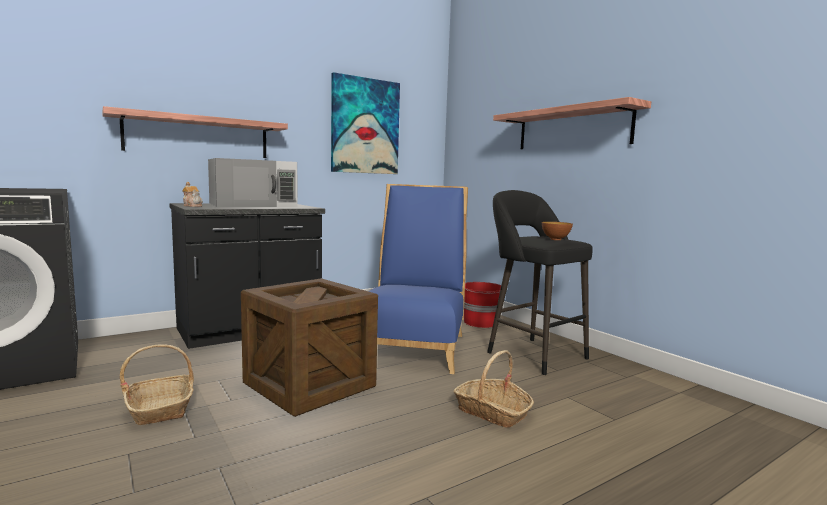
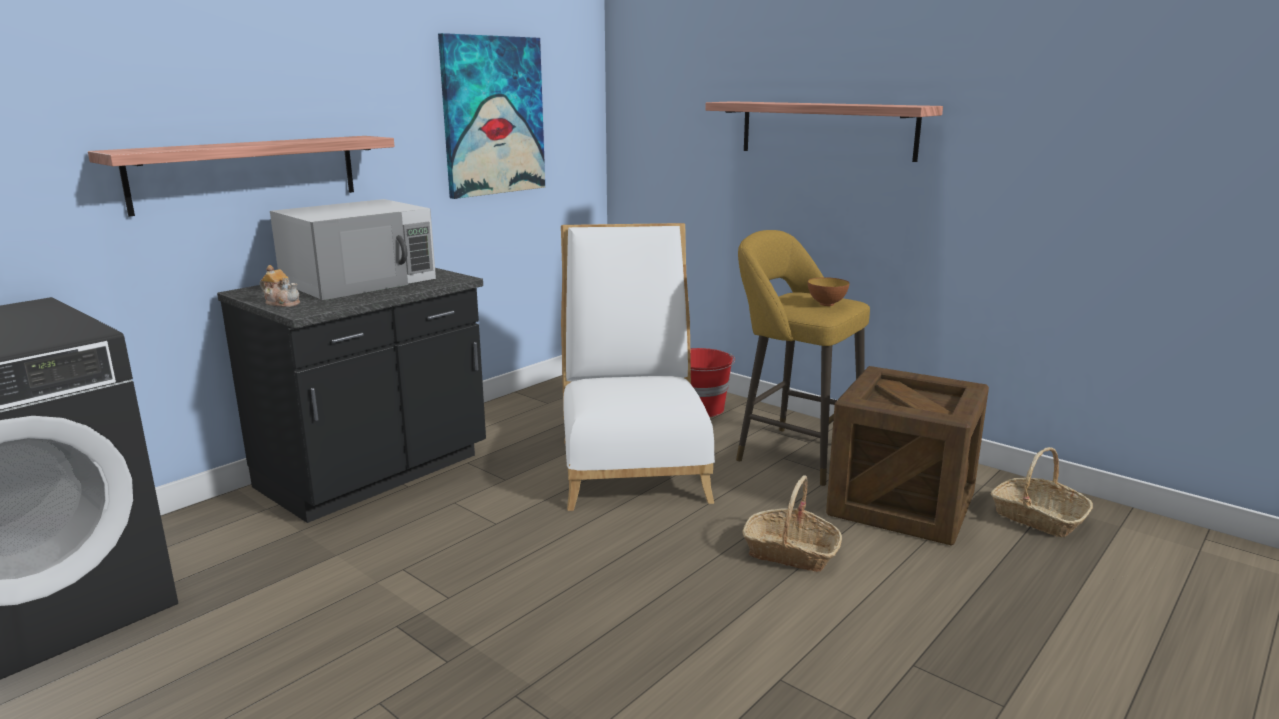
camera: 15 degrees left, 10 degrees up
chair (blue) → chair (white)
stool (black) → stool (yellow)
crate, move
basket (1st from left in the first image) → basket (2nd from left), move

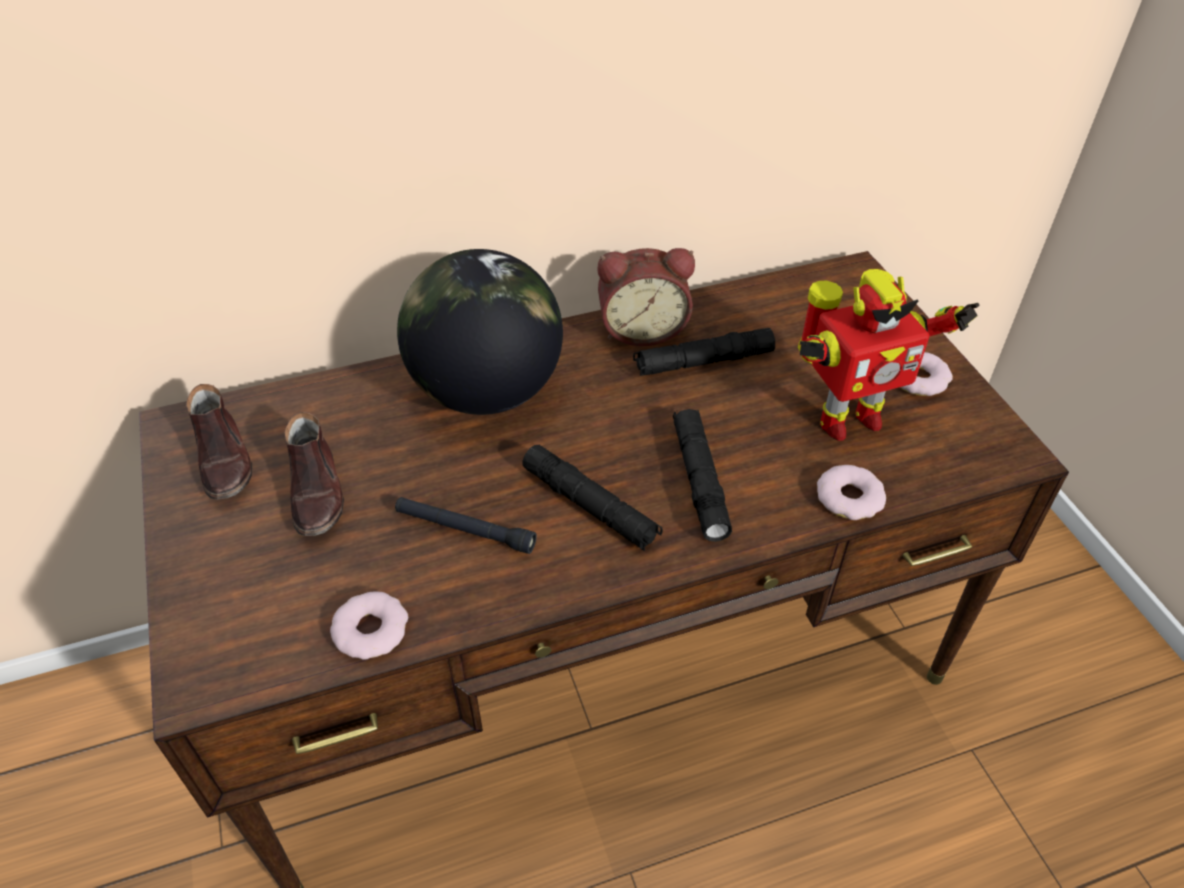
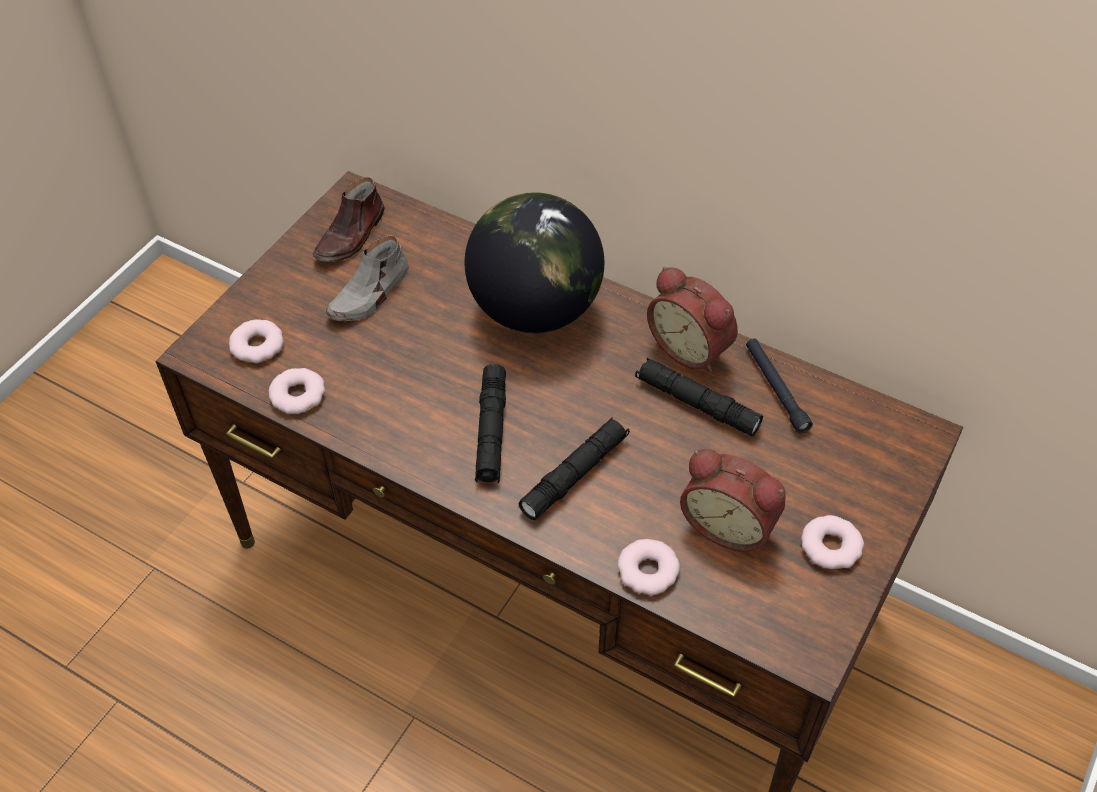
camera: 50 degrees right, 5 degrees up
- → donut (1st from left)
shoe (brown) (2nd from left) → shoe (grey)
toy robot → alarm clock (2nd from left)
flashlight (black) (1st from left in the first image) → flashlight (black) (4th from left), move

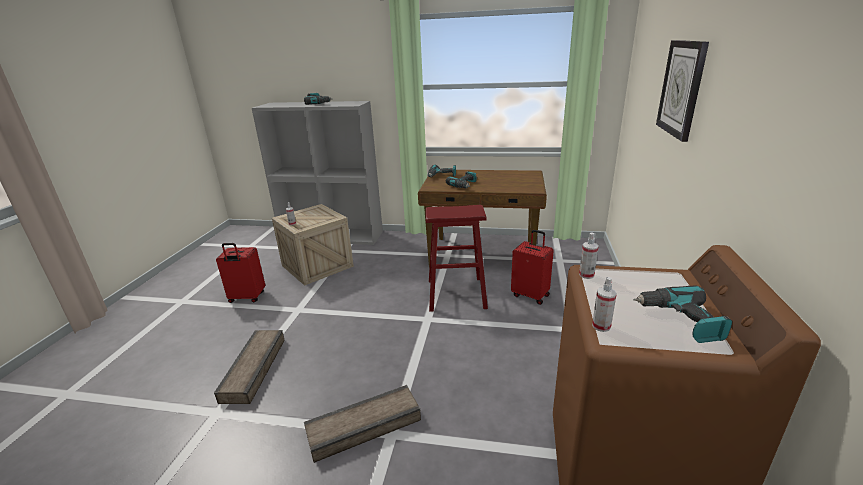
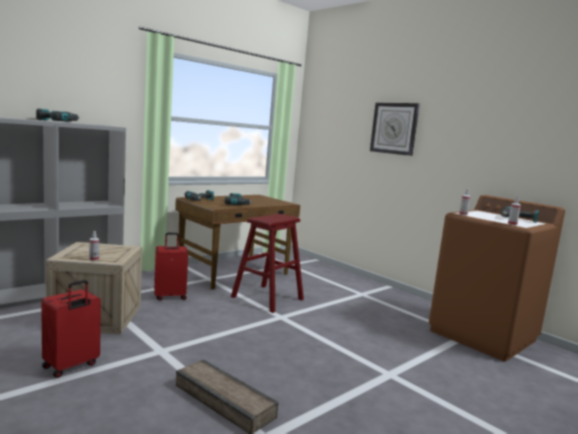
camera: 55 degrees left, 15 degrees down
suitcase (red) (2nd from left), move
crate (3rd from left) → -

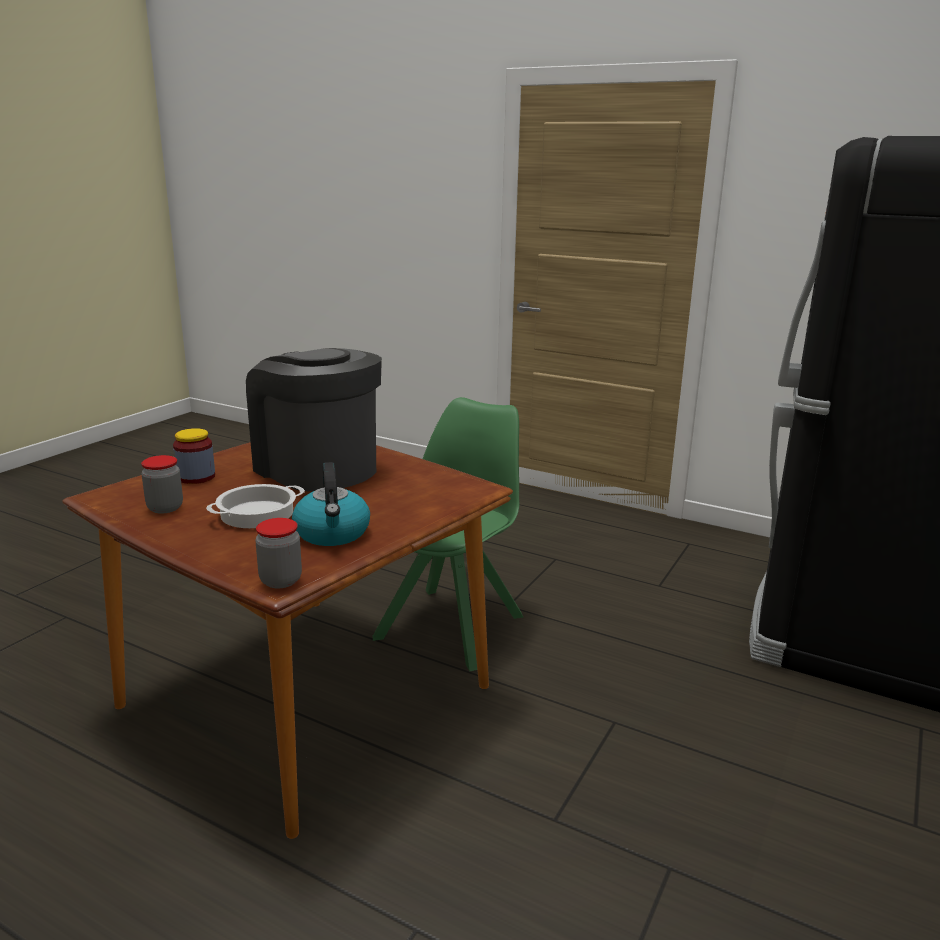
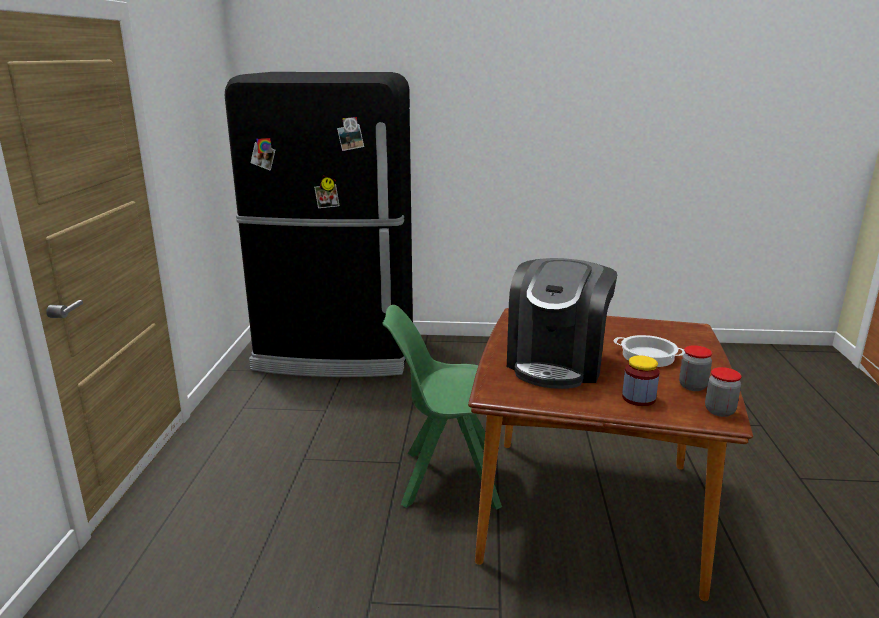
camera: 115 degrees left, 0 degrees up
jar (3rd from left), move
kettle → -

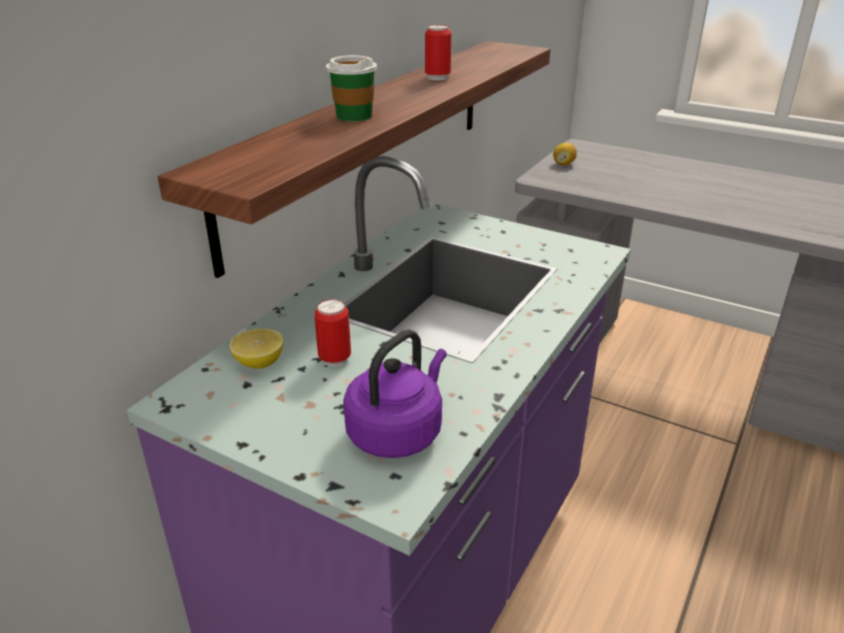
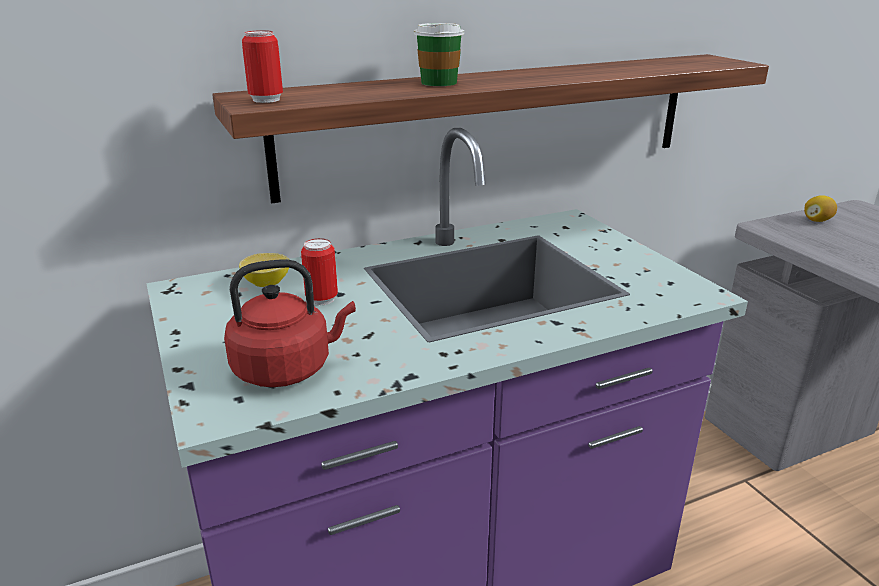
camera: 35 degrees right, 5 degrees down
kettle (purple) → kettle (red)
can (2nd from left in the first image) → can (1st from left), move

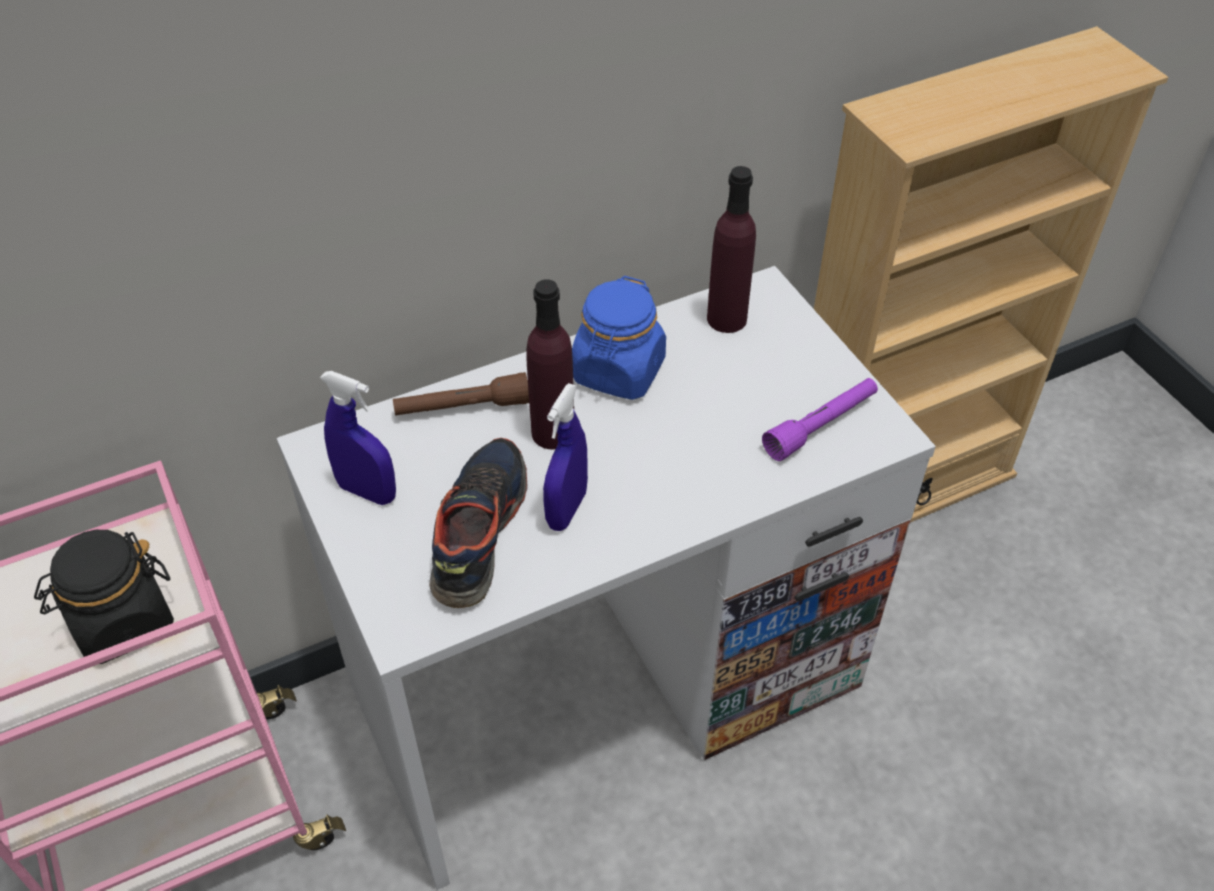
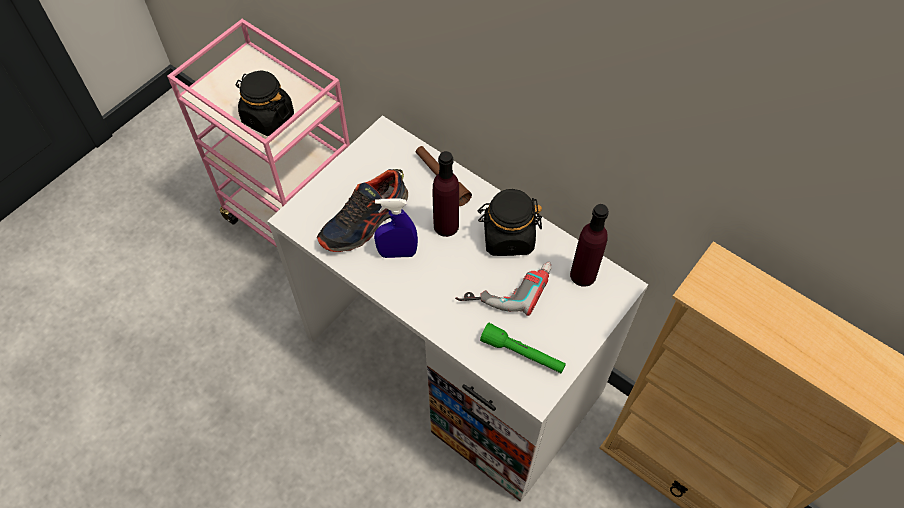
camera: 65 degrees right, 10 degrees up
shoe, 150 degrees clockwise
- → power drill
jar (blue) → jar (black) (2nd from left)
flashlight (purple) → flashlight (green)
spray bottle (blue) (1st from left) → -

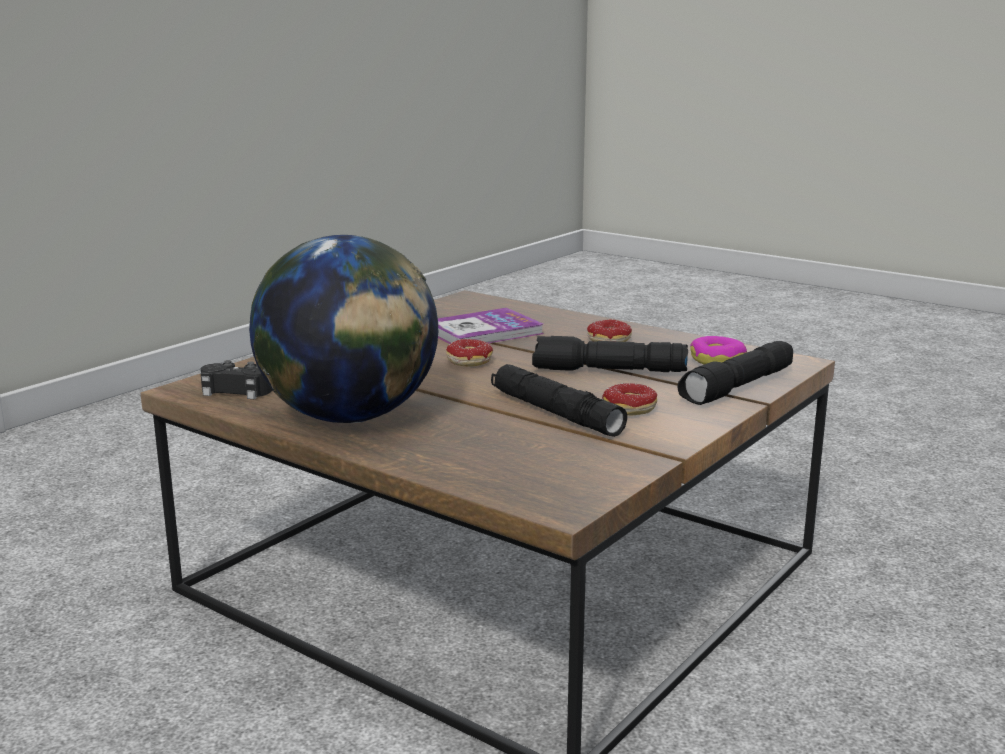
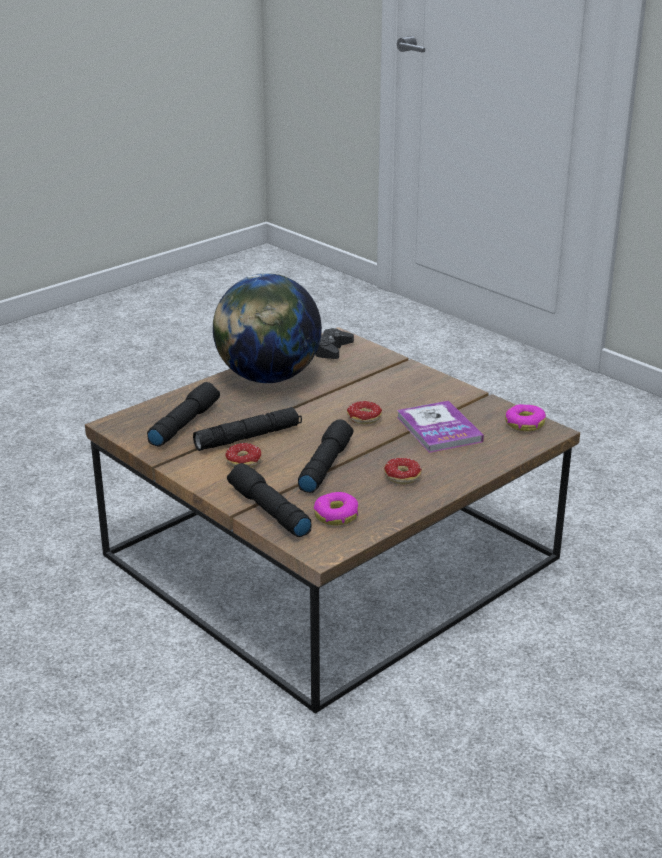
camera: 100 degrees right, 10 degrees up
- → flashlight (black) (1st from left)
- → donut (5th from left)

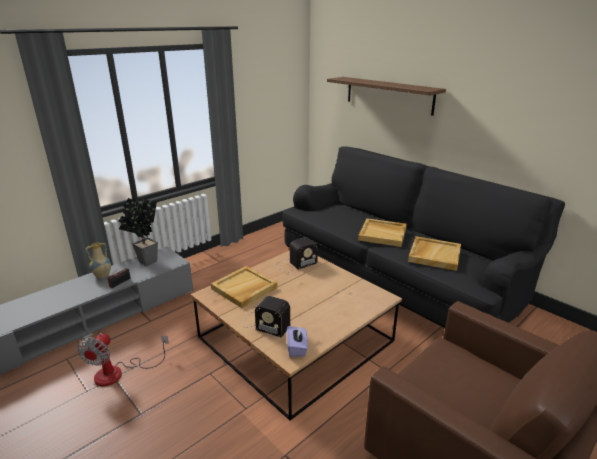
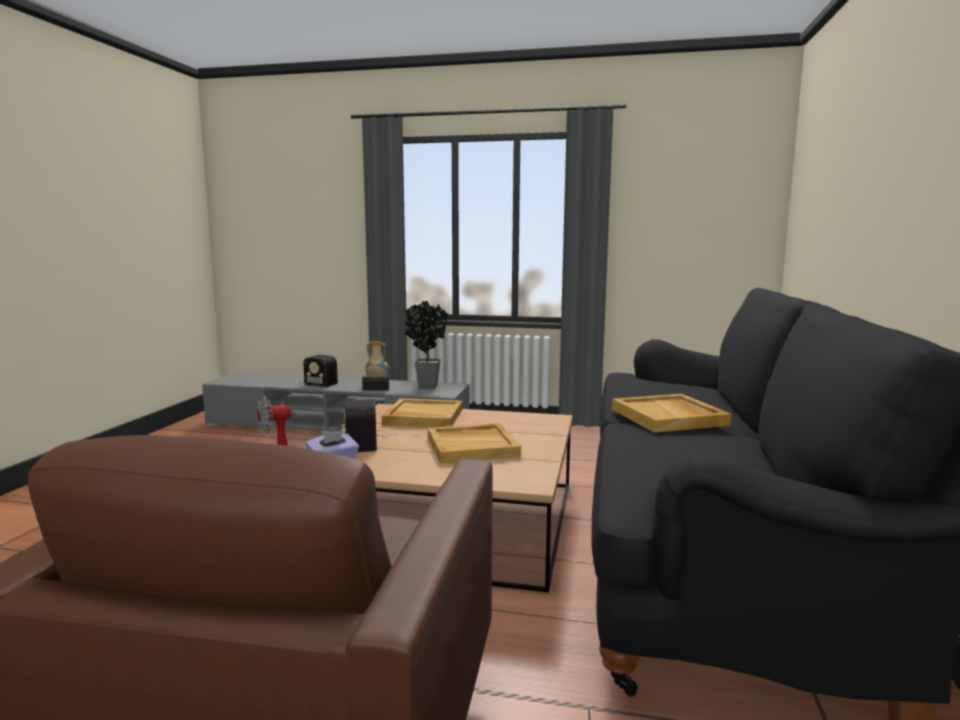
camera: 55 degrees right, 15 degrees down
radio (3rd from left in the first image) → radio (1st from left), move
tray (beige) (3rd from left in the first image) → tray (beige) (2nd from left), move
shelf (brown) → -

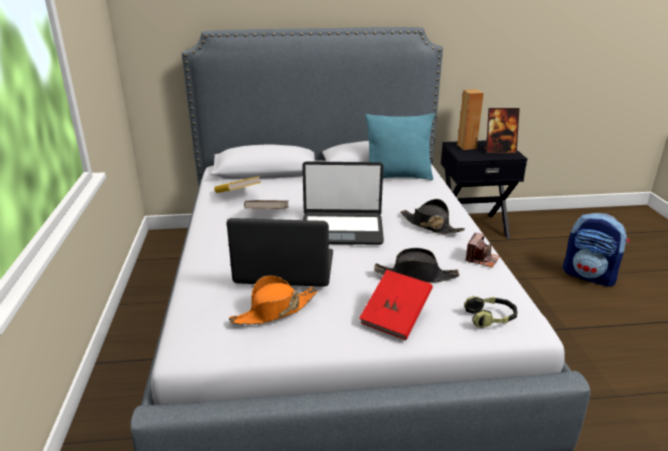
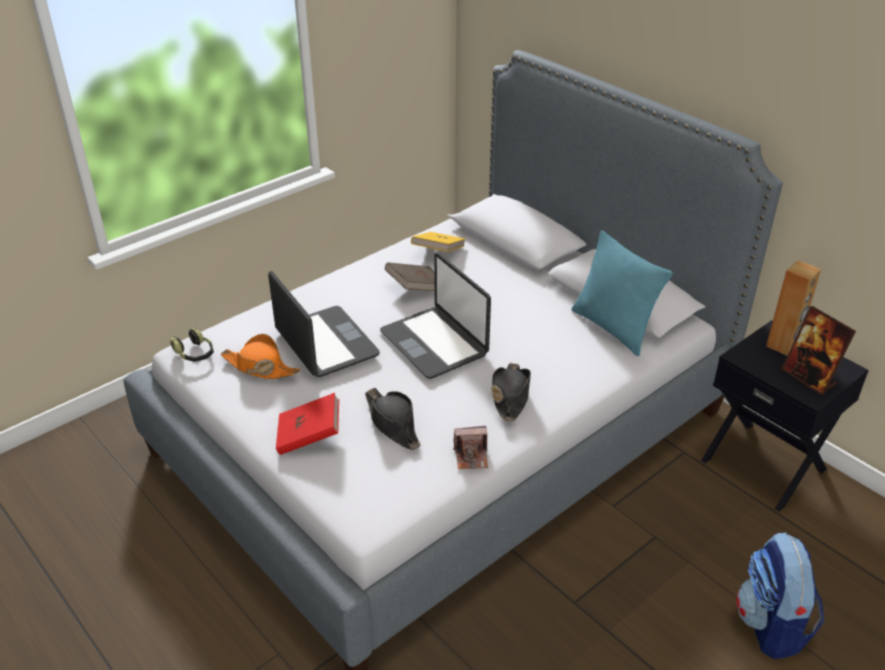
camera: 55 degrees right, 10 degrees up
headphones, move

